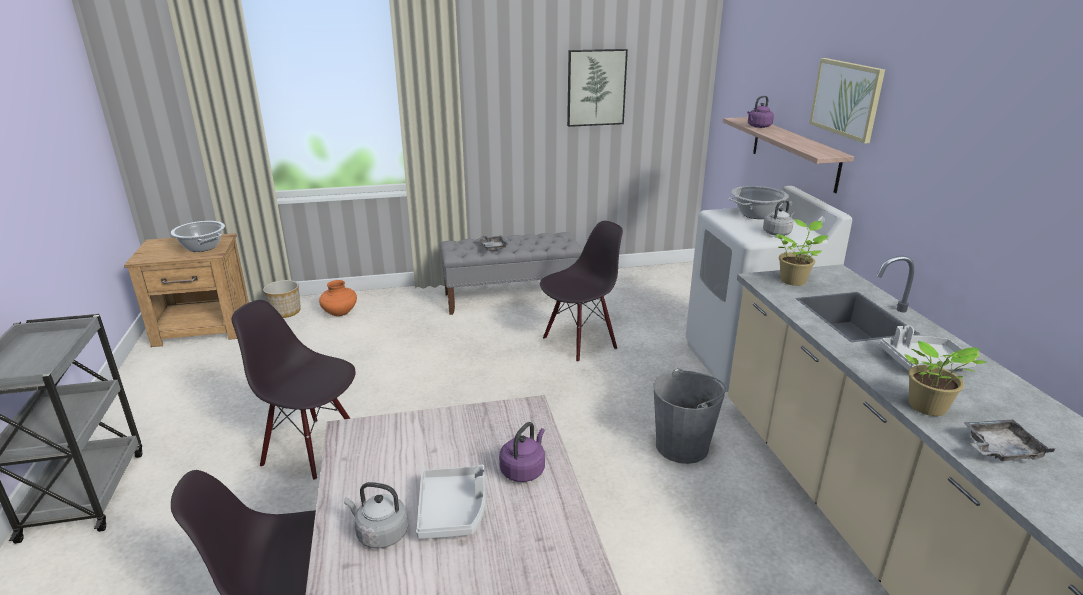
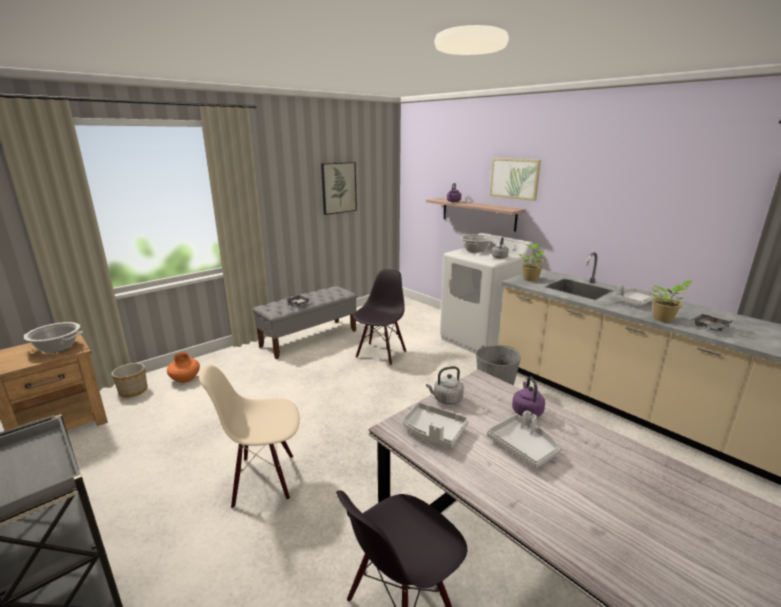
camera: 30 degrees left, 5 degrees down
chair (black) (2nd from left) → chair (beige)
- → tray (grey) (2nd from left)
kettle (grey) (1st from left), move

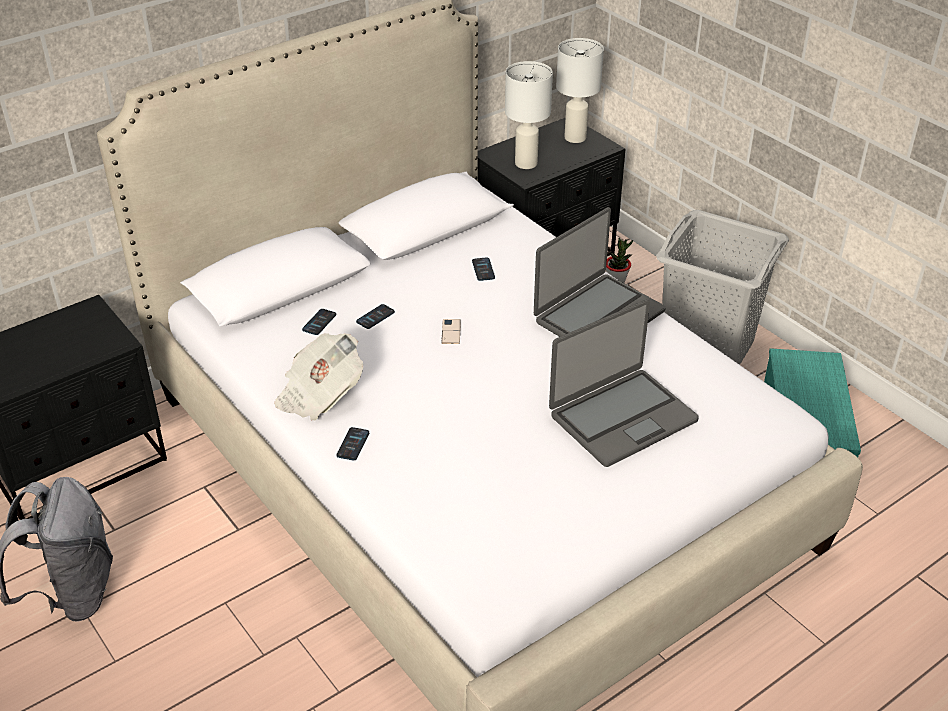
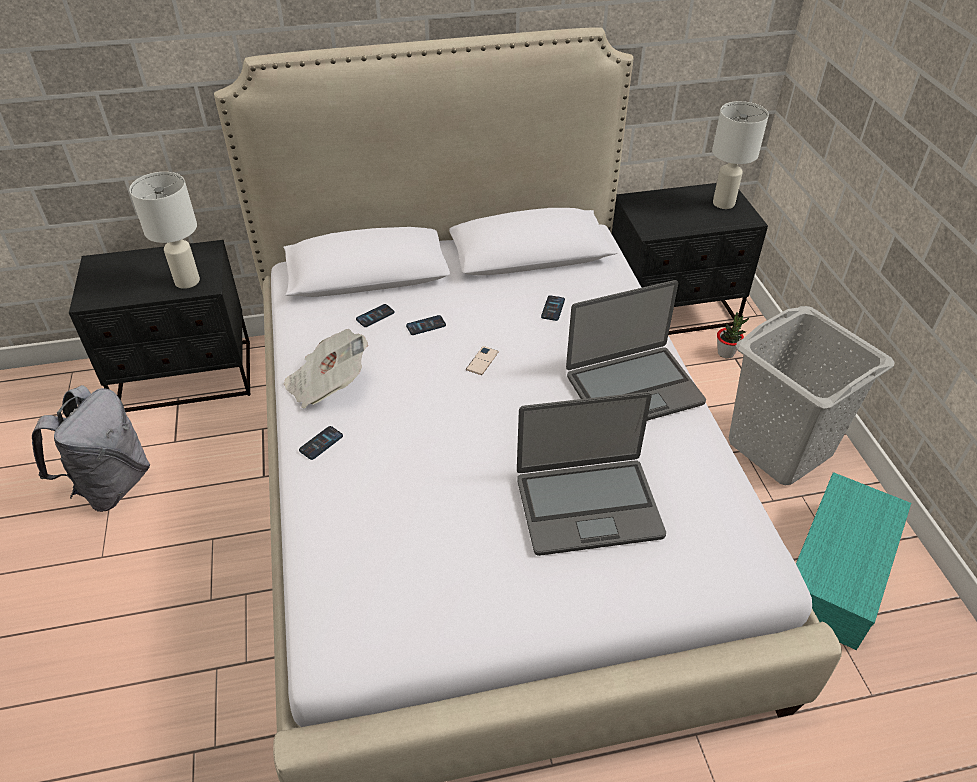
camera: 25 degrees right, 5 degrees up
table lamp (white) (1st from left), move

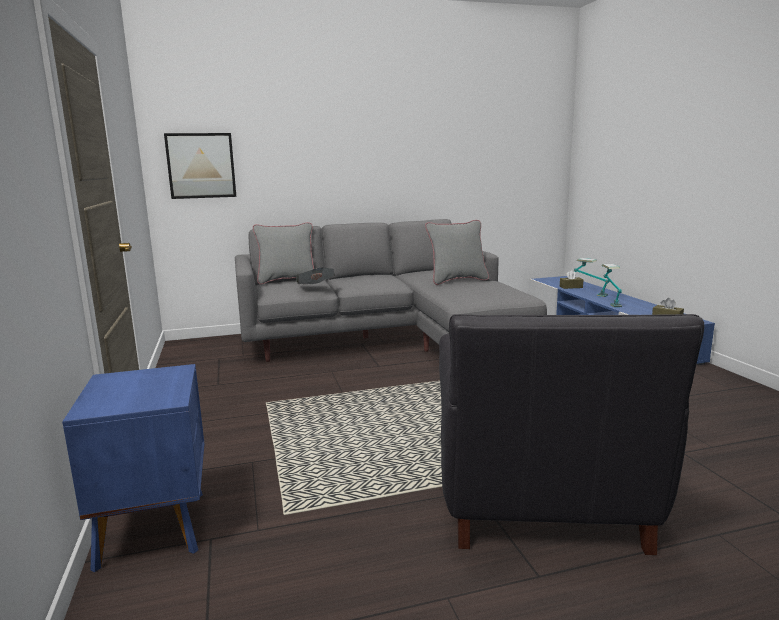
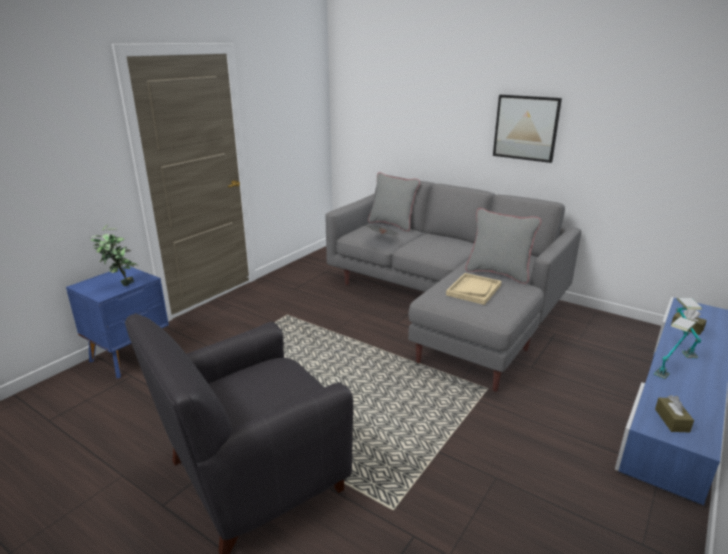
camera: 50 degrees right, 10 degrees up
- → potted plant
- → tray (beige)
picture, move

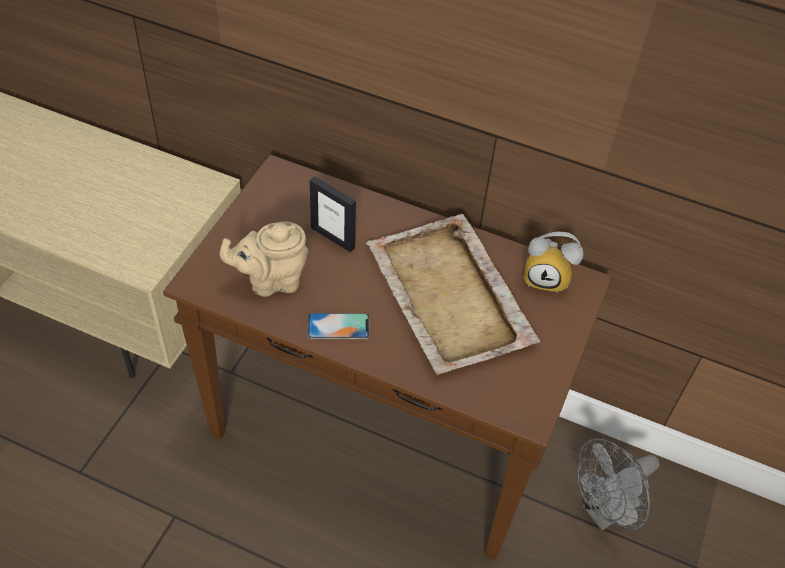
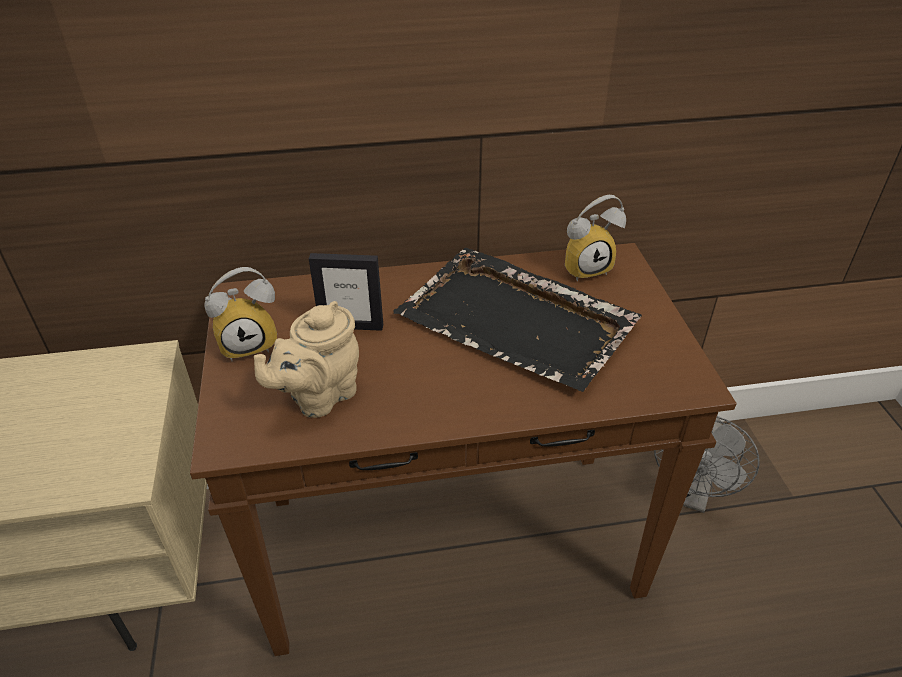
camera: 30 degrees left, 10 degrees down
- → alarm clock (1st from left)
tray (beige) → tray (black)
phone → -

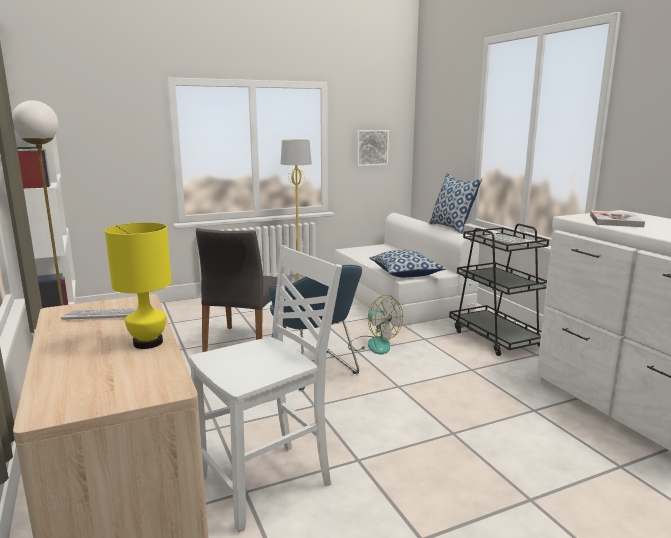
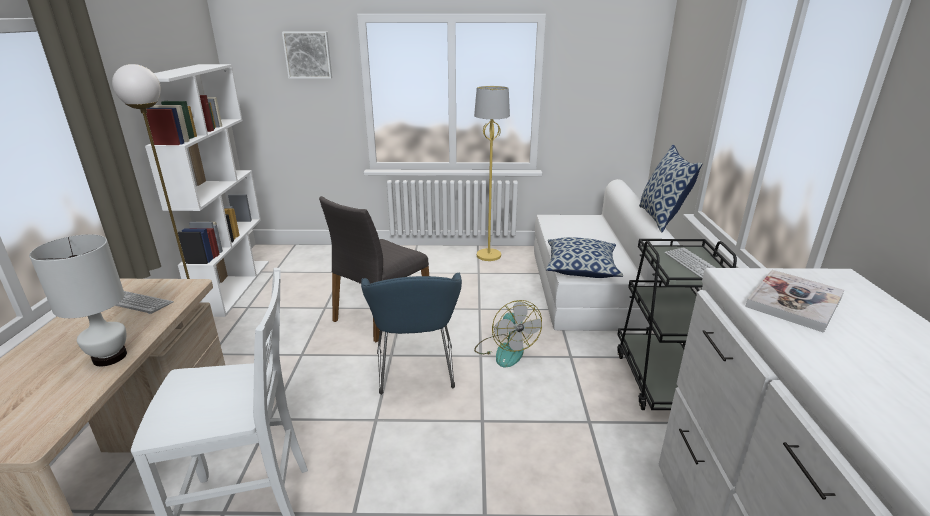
camera: 25 degrees right, 10 degrees up
table lamp (yellow) → table lamp (white)
picture, move

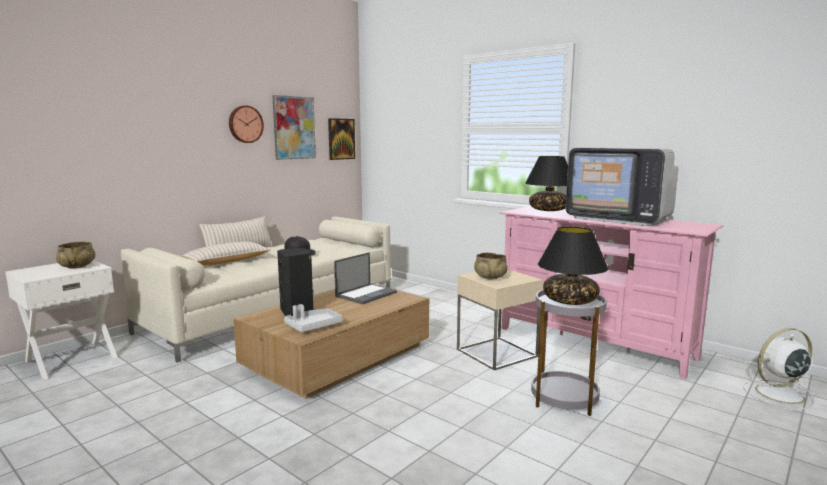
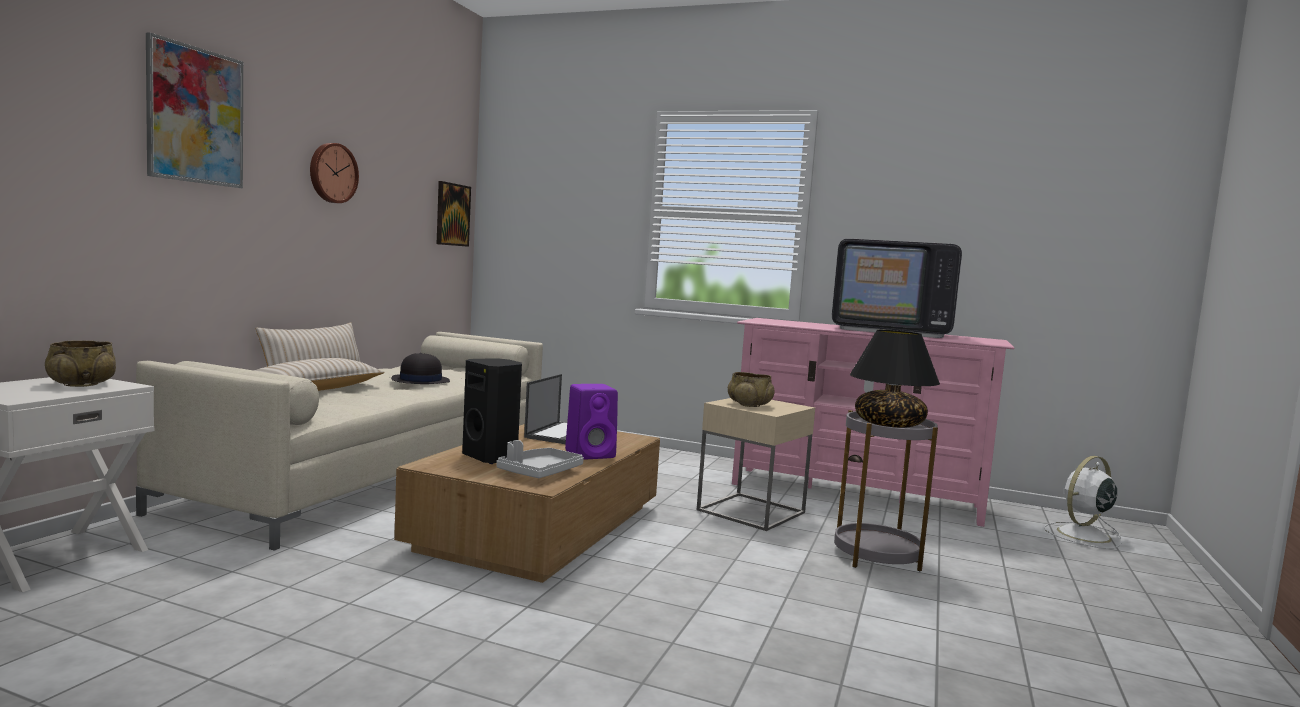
camera: 20 degrees left, 5 degrees down
picture (1st from left), move
- → speaker (purple)
table lamp (black) (1st from left) → -

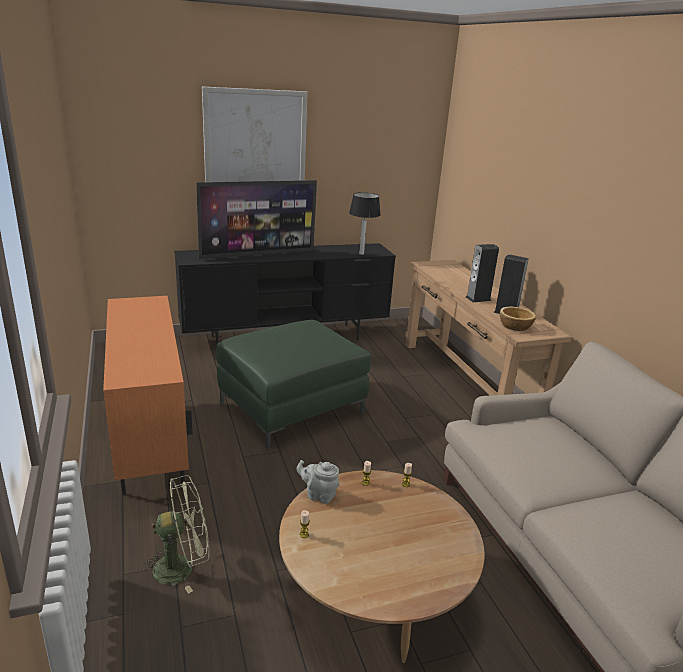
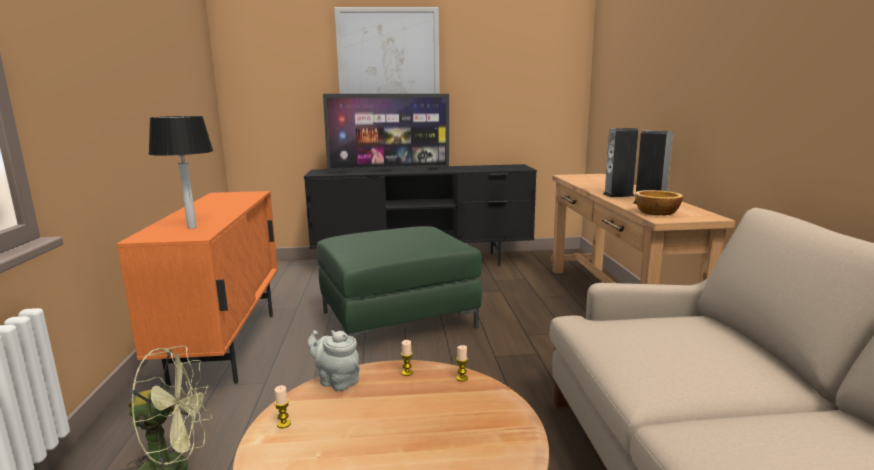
camera: 15 degrees right, 10 degrees down
table lamp, move

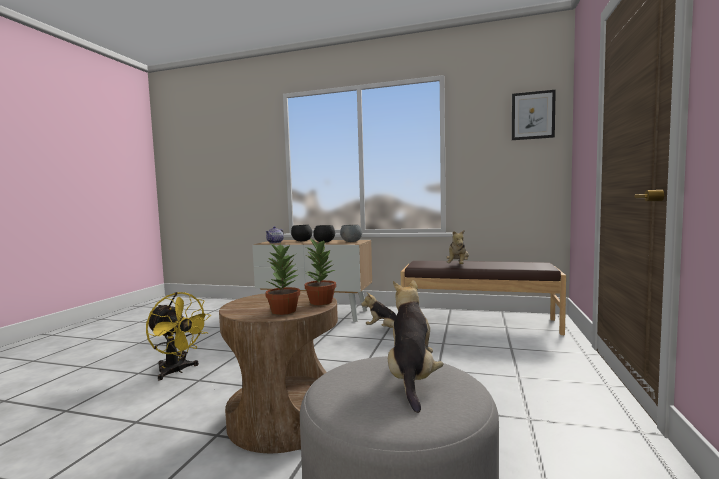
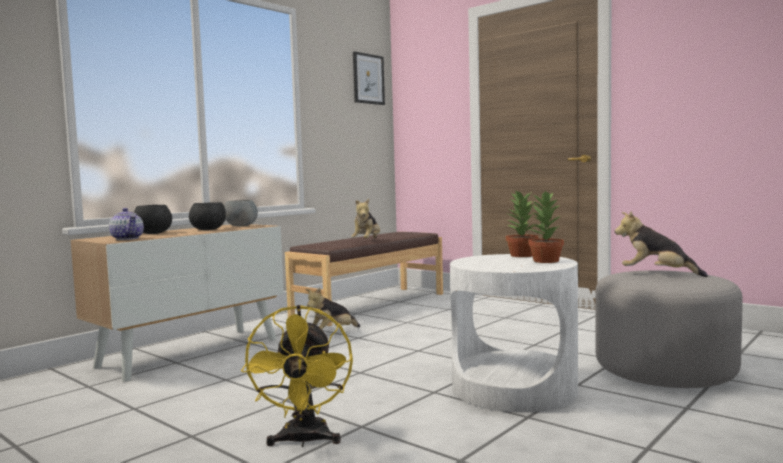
camera: 65 degrees left, 0 degrees up
fan (yellow), 120 degrees clockwise
plush toy (3rd from left in the first image) → plush toy (2nd from left), 60 degrees clockwise
side table (brown) → side table (white)

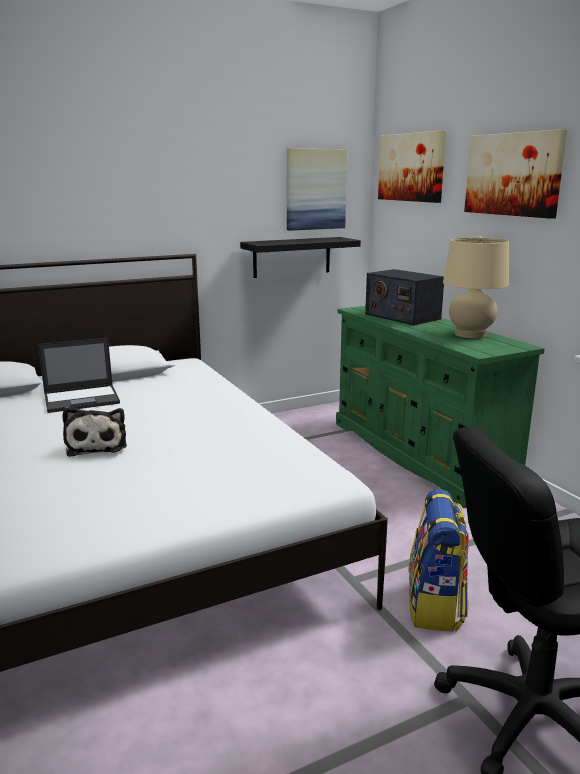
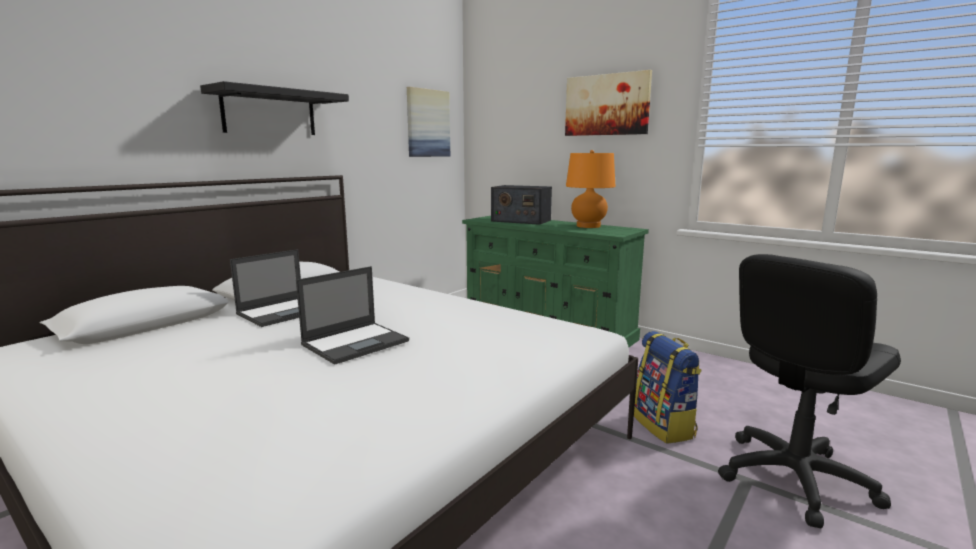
camera: 25 degrees left, 5 degrees down
shelf (black), move
plush toy → laptop (2nd from left)
table lamp (beige) → table lamp (orange)
picture (2nd from left) → -

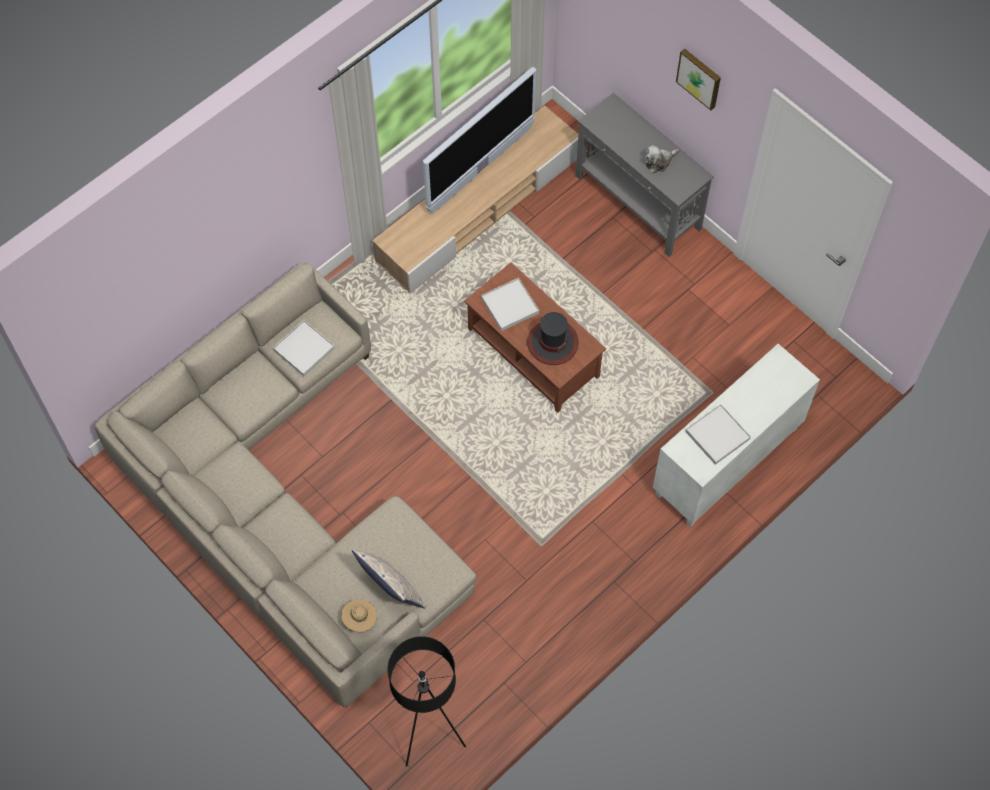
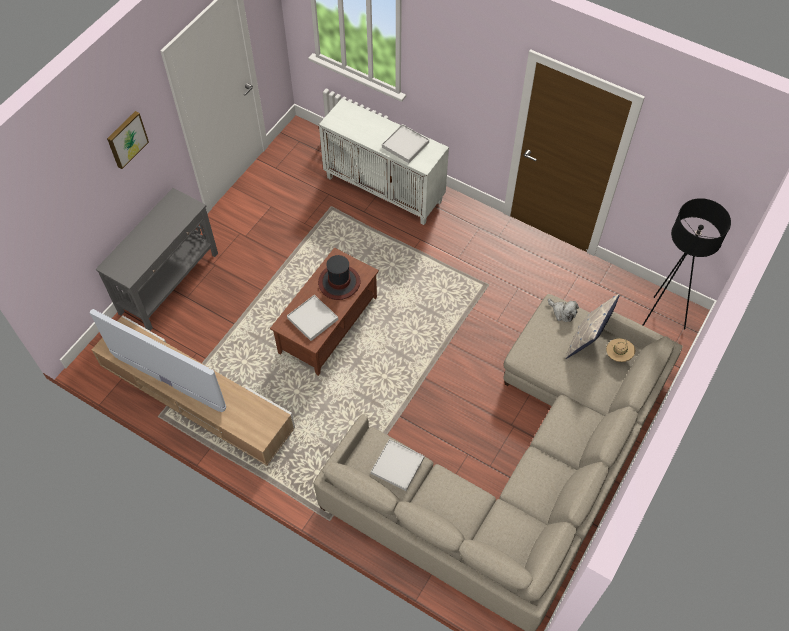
camera: 105 degrees left, 5 degrees down
plush toy, move

